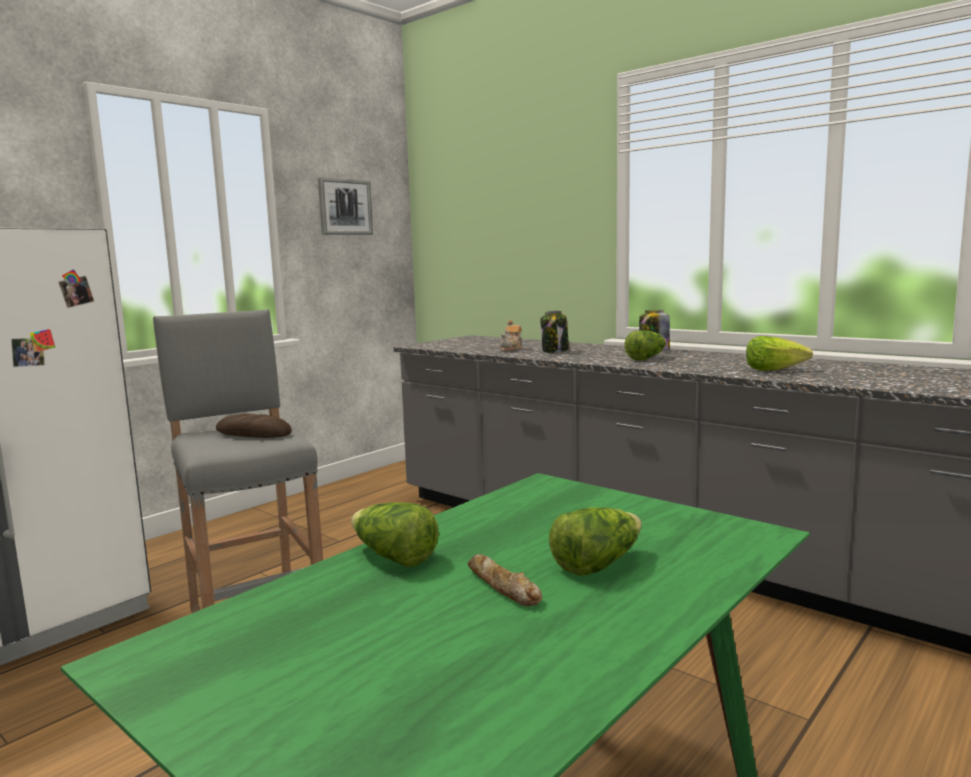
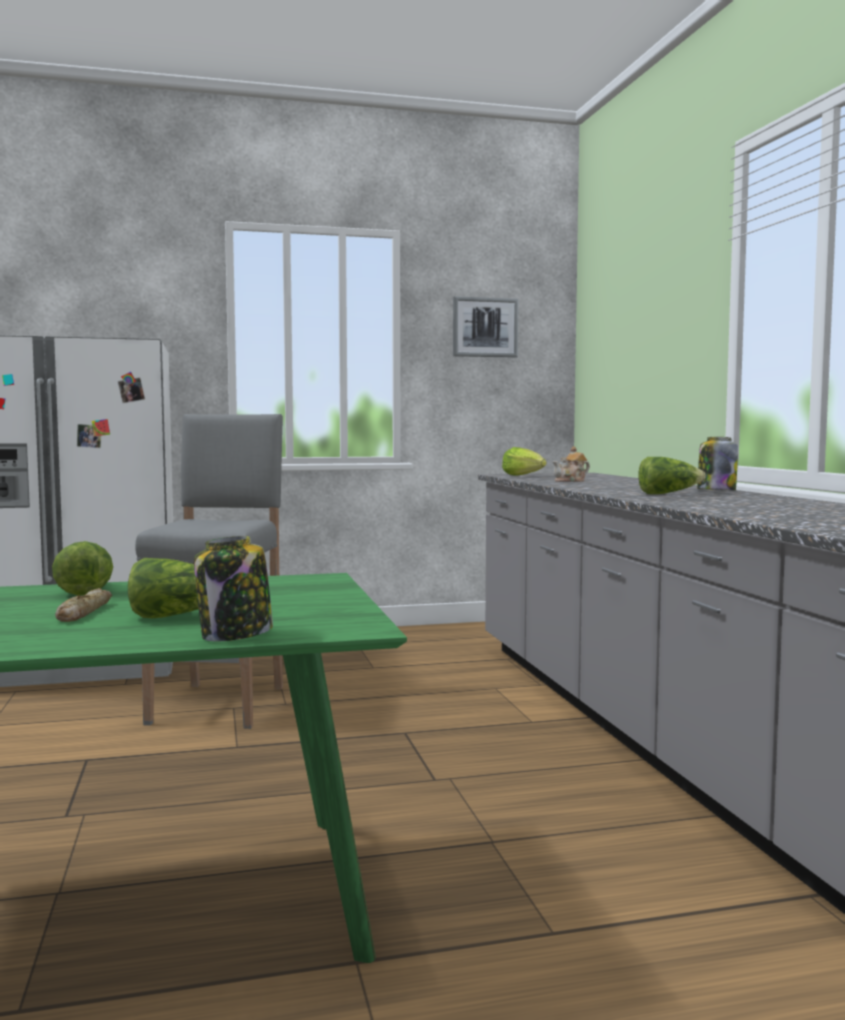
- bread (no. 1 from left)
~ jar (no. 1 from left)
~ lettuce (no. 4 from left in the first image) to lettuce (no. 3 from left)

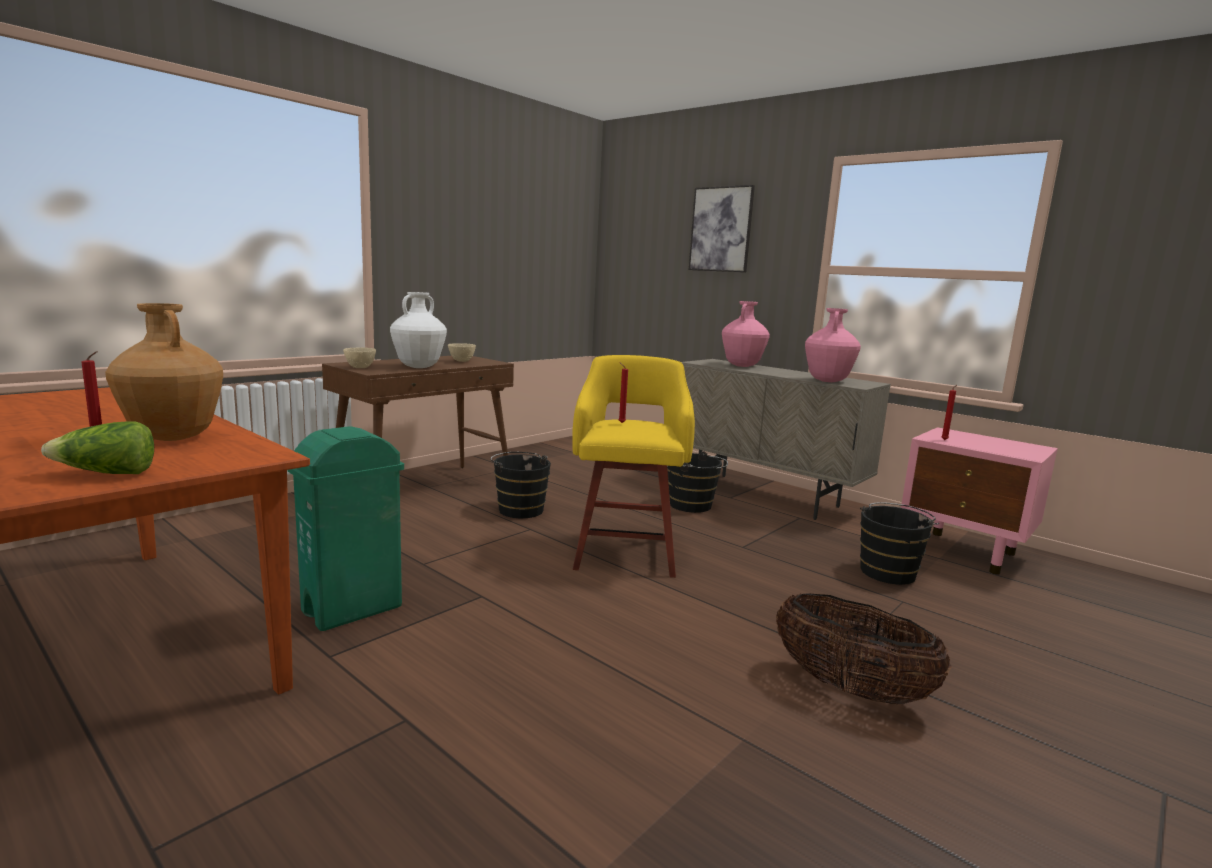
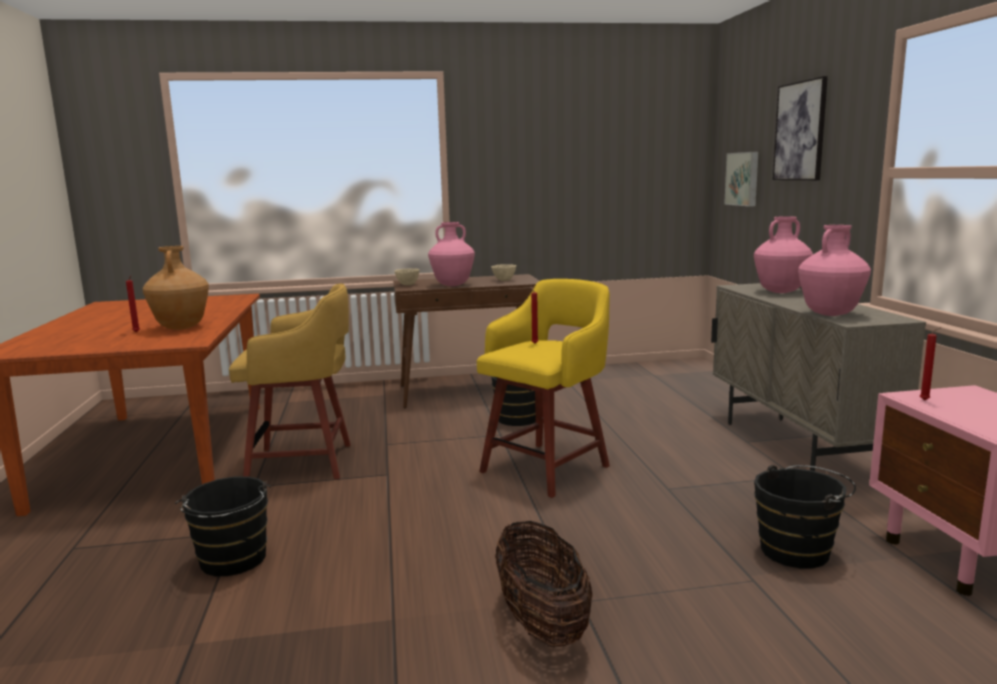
- lettuce
+ picture (no. 1 from left)
~ black bucket (no. 2 from left in the first image) to black bucket (no. 1 from left)
~ green trash can to yellow stool (no. 1 from left)
~ white vase to pink vase (no. 1 from left)

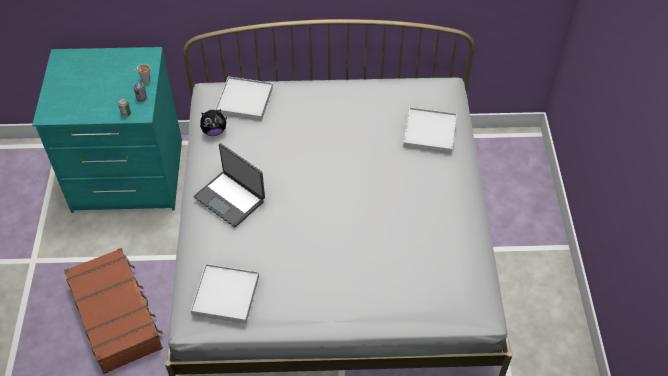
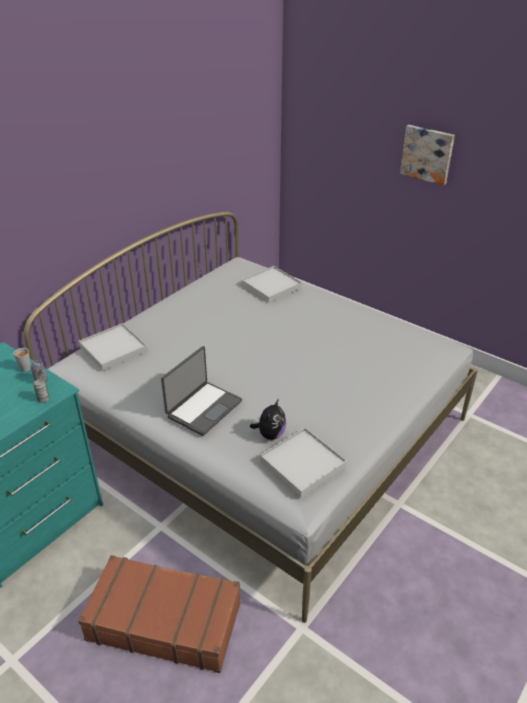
+ picture
~ plush toy
~ laptop 45 degrees counterclockwise

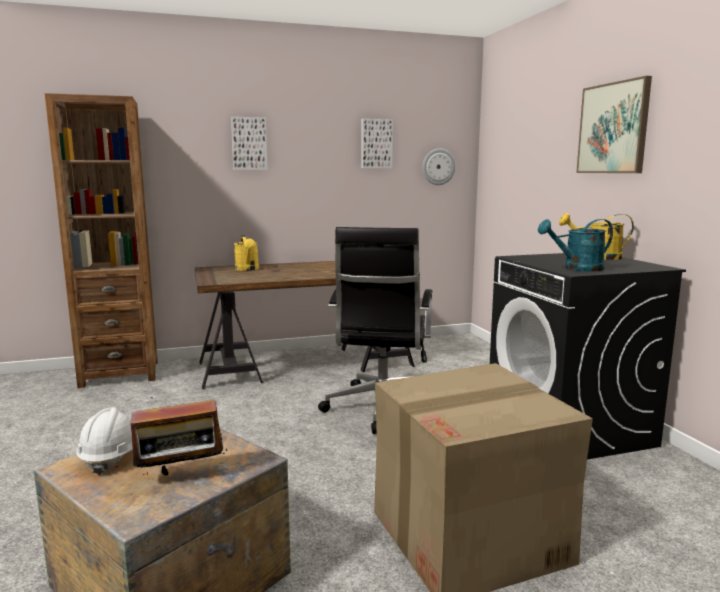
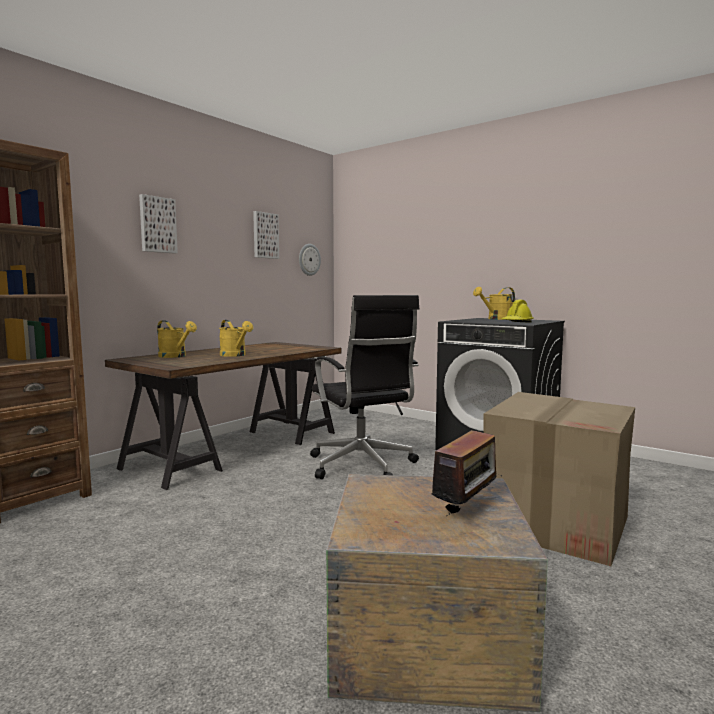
- white hard hat
- picture (no. 3 from left)
+ yellow watering can (no. 2 from left)
~ turquoise watering can to yellow hard hat

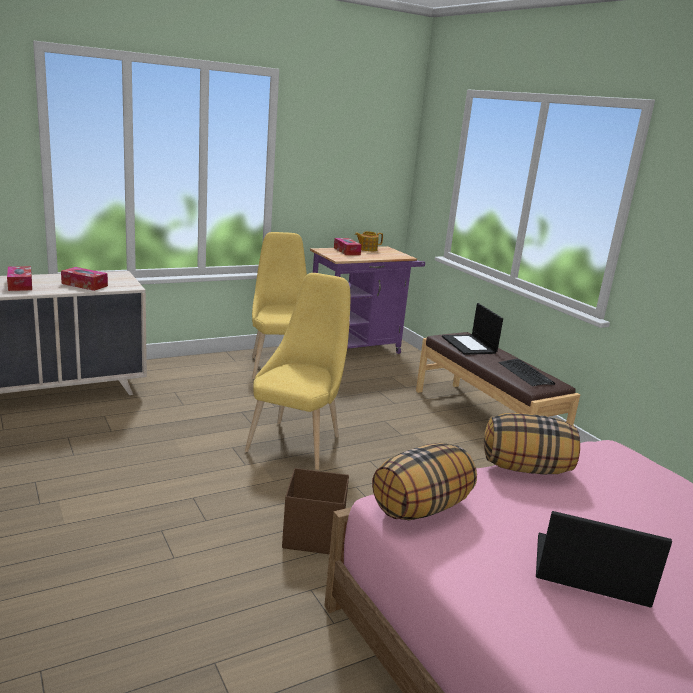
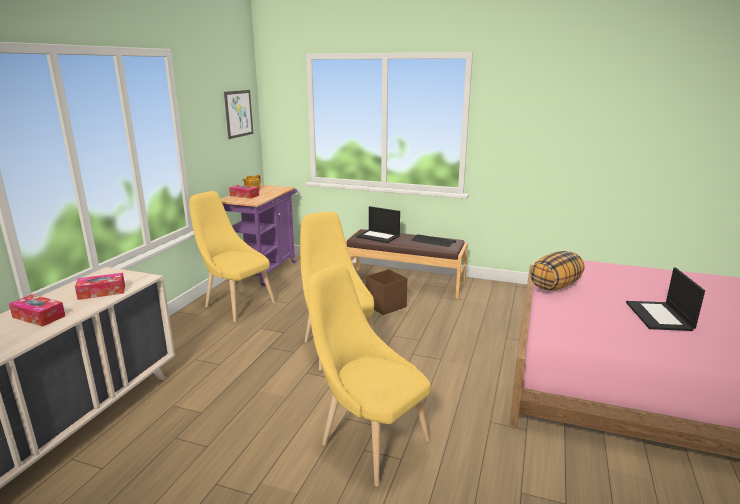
- pillow (no. 1 from left)
+ picture
+ yellow chair (no. 3 from left)
~ brown storage box
~ laptop (no. 2 from left) 60 degrees counterclockwise

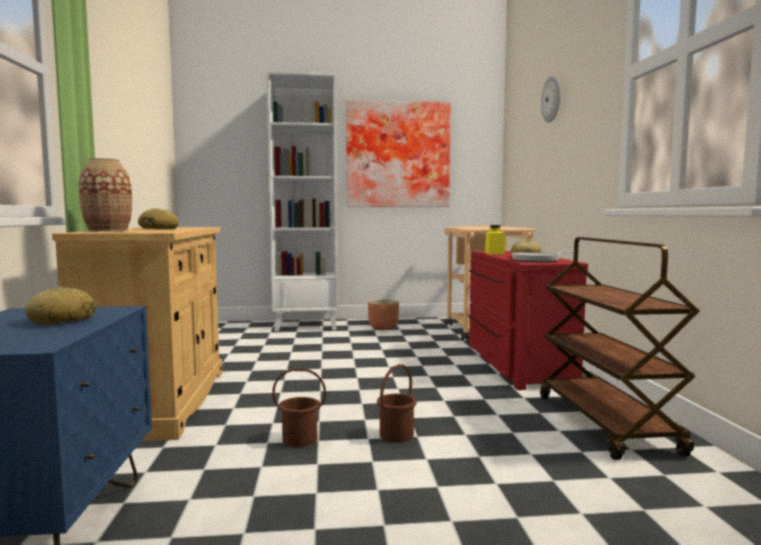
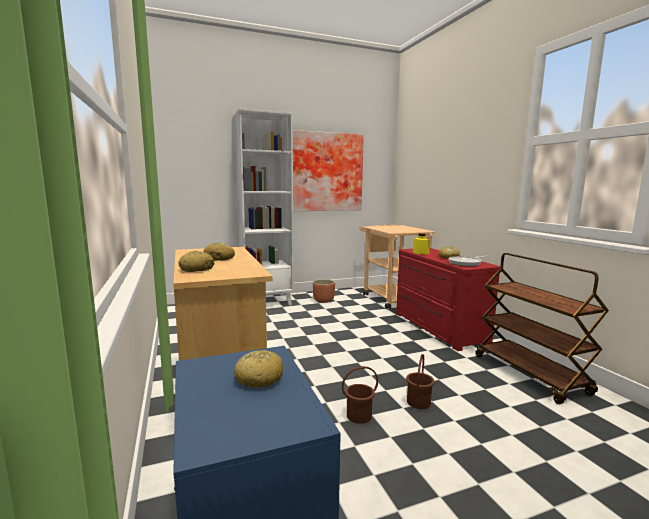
- wall clock
~ vase to bread (no. 1 from left)

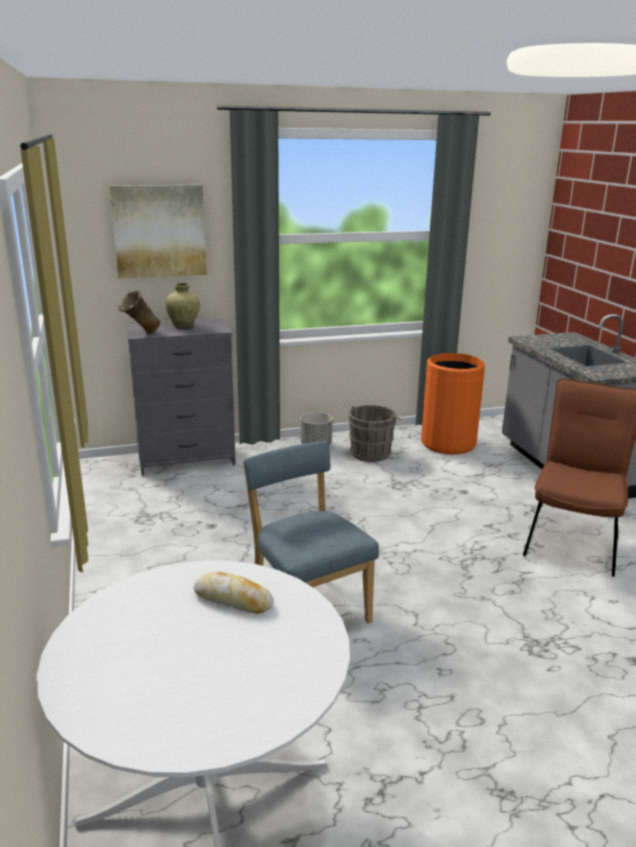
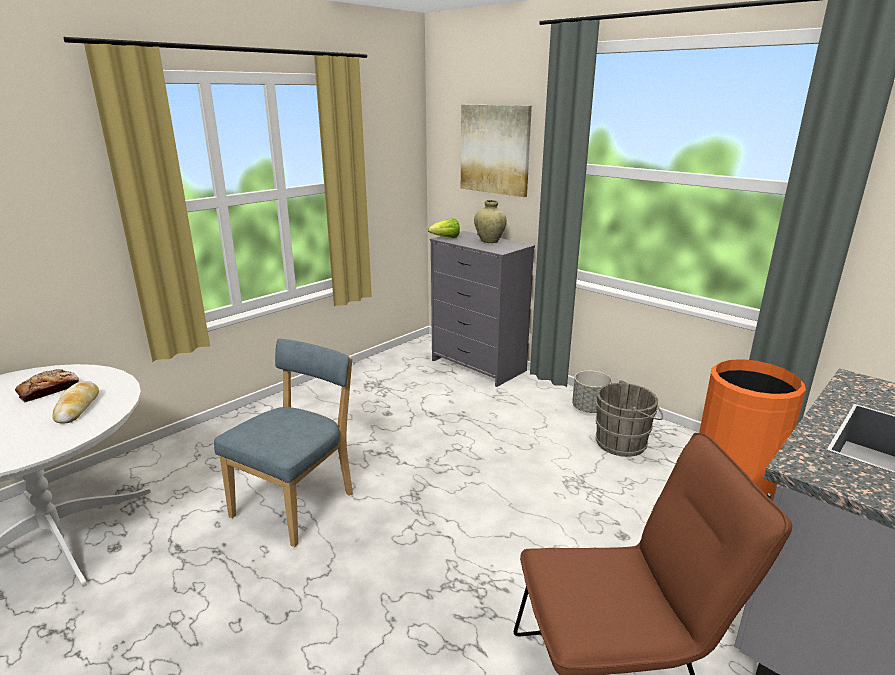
+ bread (no. 1 from left)
~ beige vase (no. 1 from left) to lettuce

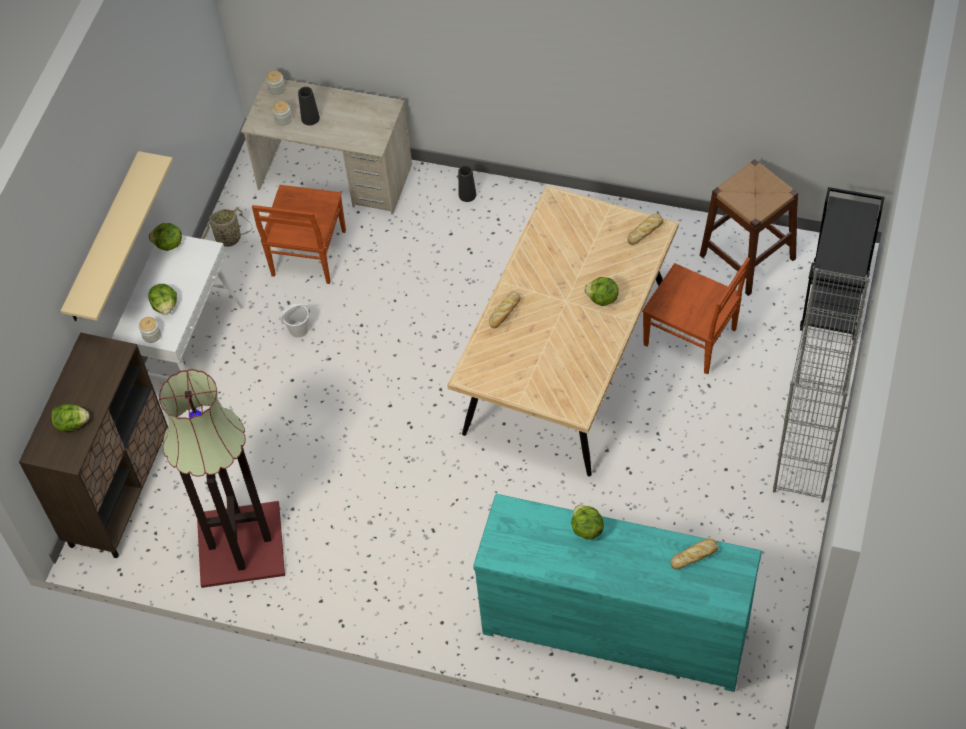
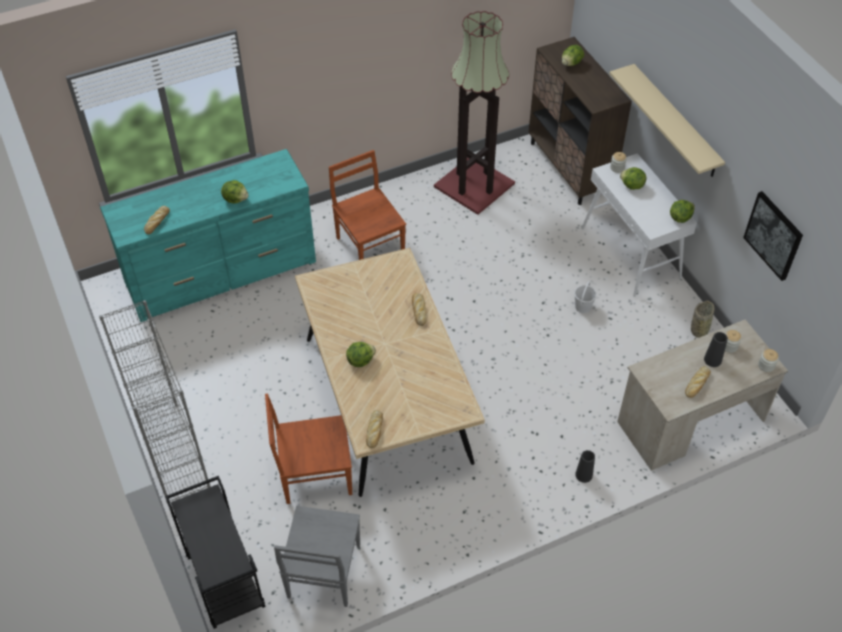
+ bread (no. 4 from left)
+ picture
~ brown chair (no. 1 from left in the first image) to brown chair (no. 2 from left)
~ brown stool to grey chair

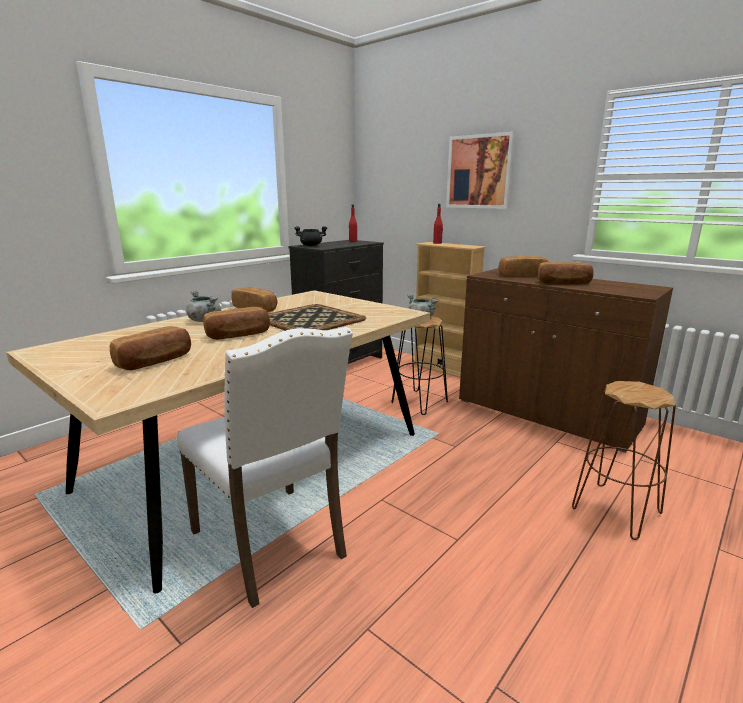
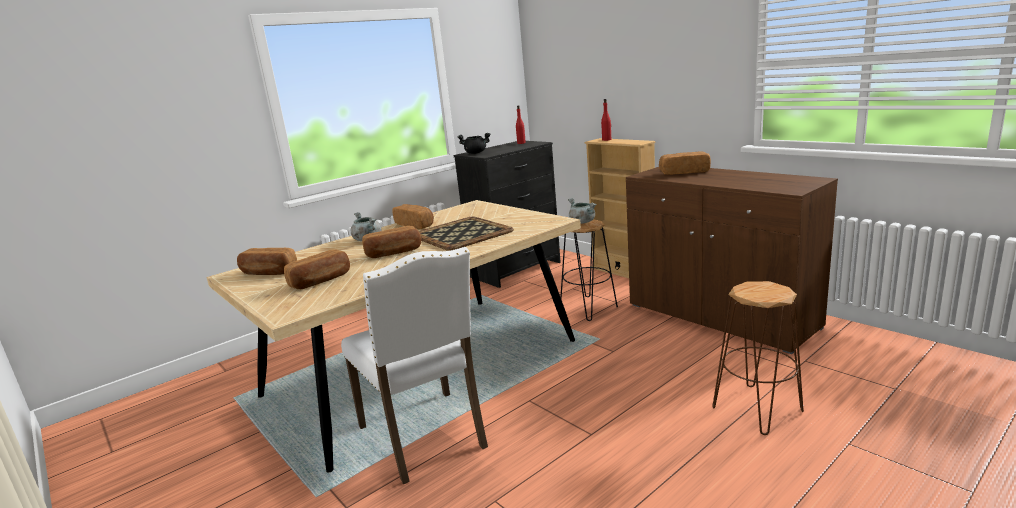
- picture
~ bread (no. 5 from left in the first image) to bread (no. 1 from left)

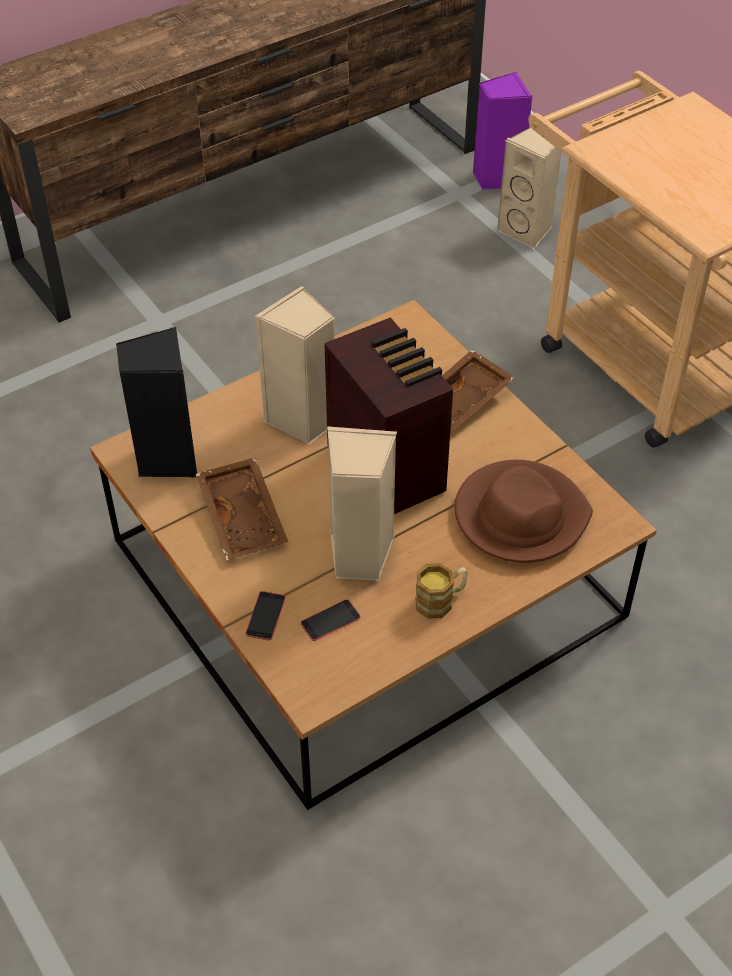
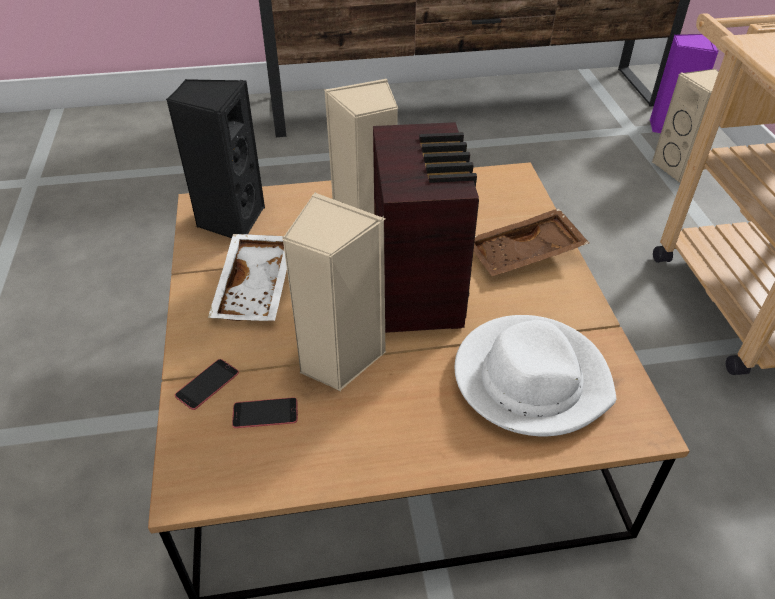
- mug
~ brown tray (no. 1 from left) to white tray
~ brown hat to white hat

